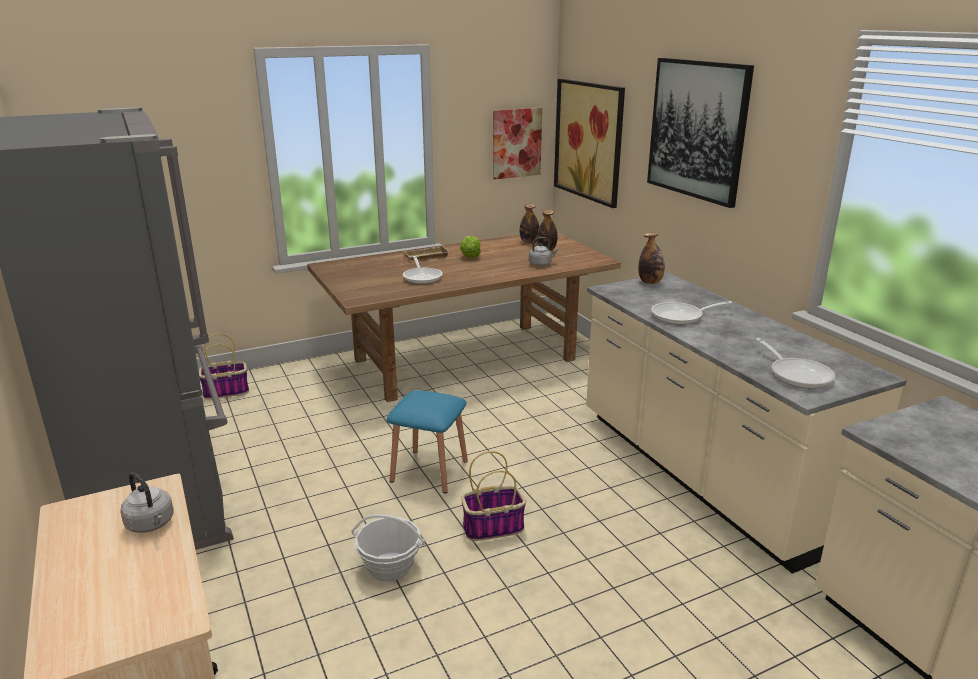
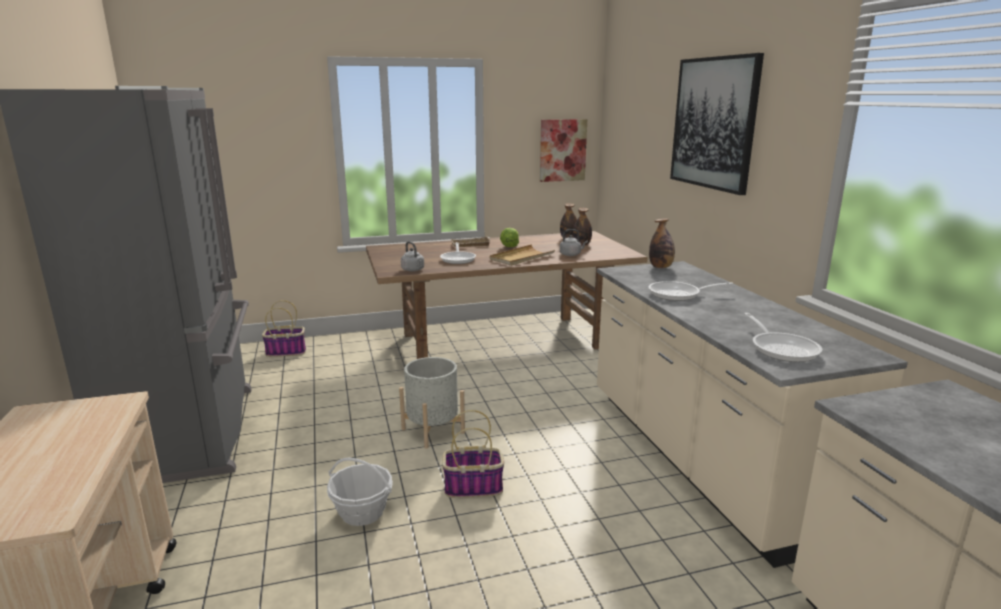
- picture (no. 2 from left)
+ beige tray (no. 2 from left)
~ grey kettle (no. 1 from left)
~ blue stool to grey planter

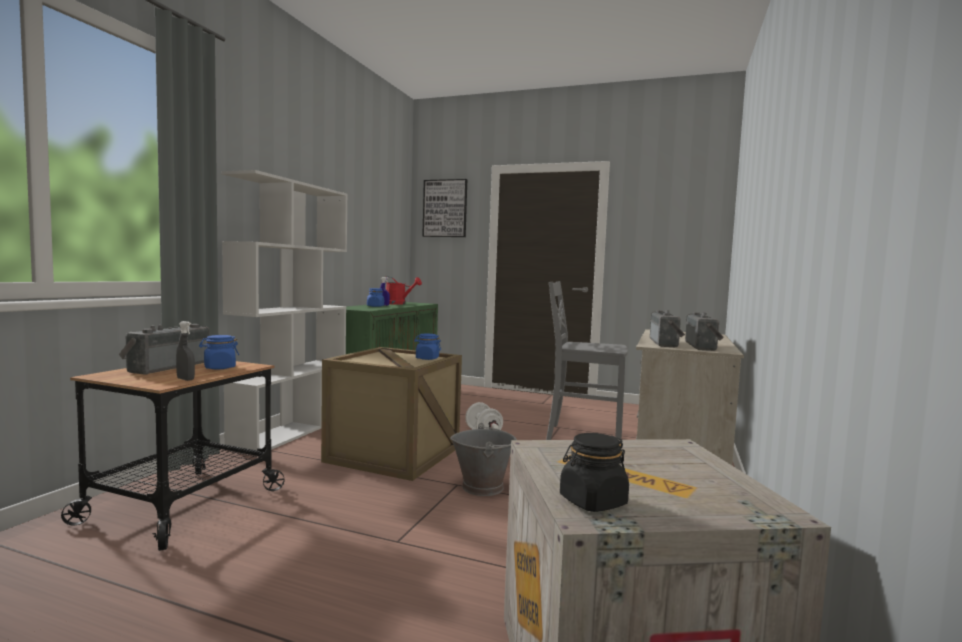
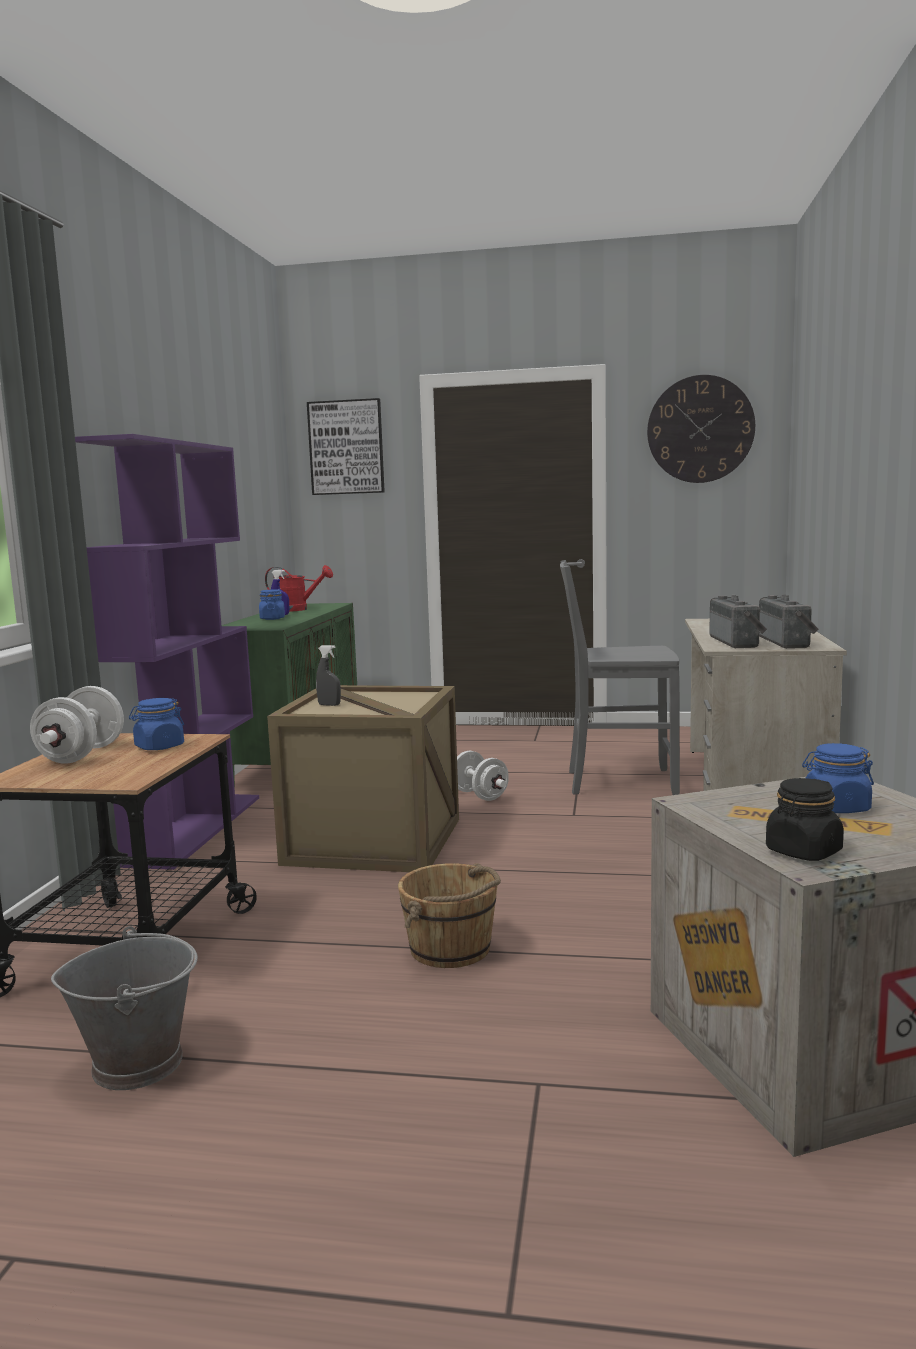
+ brown bucket
+ wall clock
~ grey spray bottle
~ blue jar (no. 3 from left)
~ grey bucket
~ radio (no. 1 from left) to white dumbbell (no. 1 from left)
~ white bookcase to purple bookcase

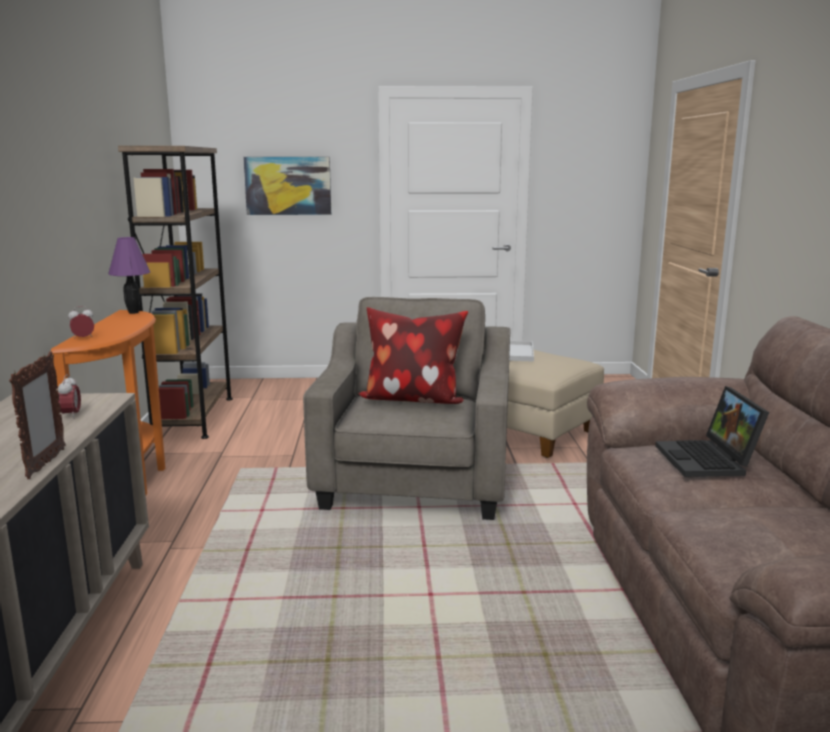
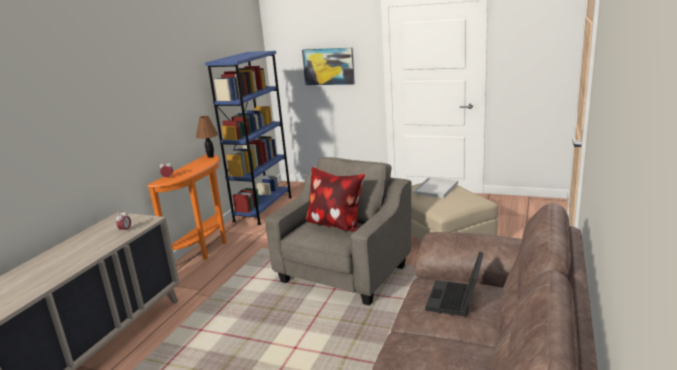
- picture frame
~ purple table lamp to brown table lamp
~ brown bookcase to blue bookcase

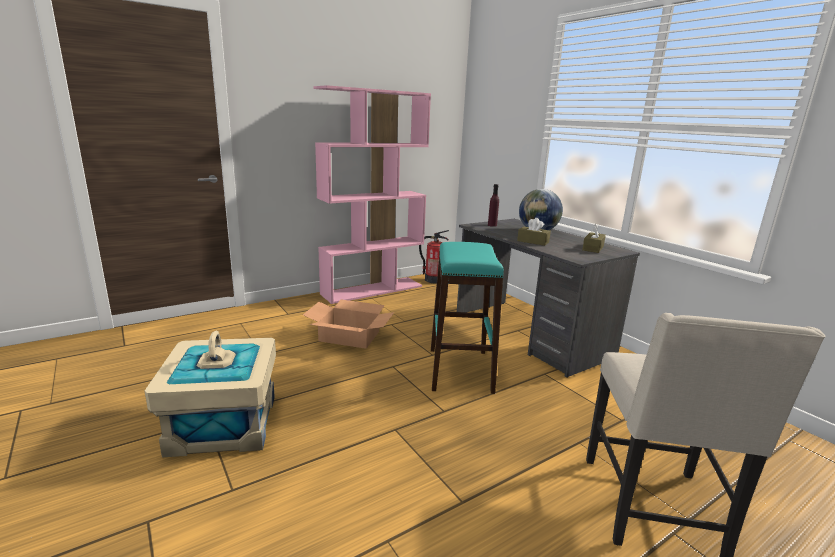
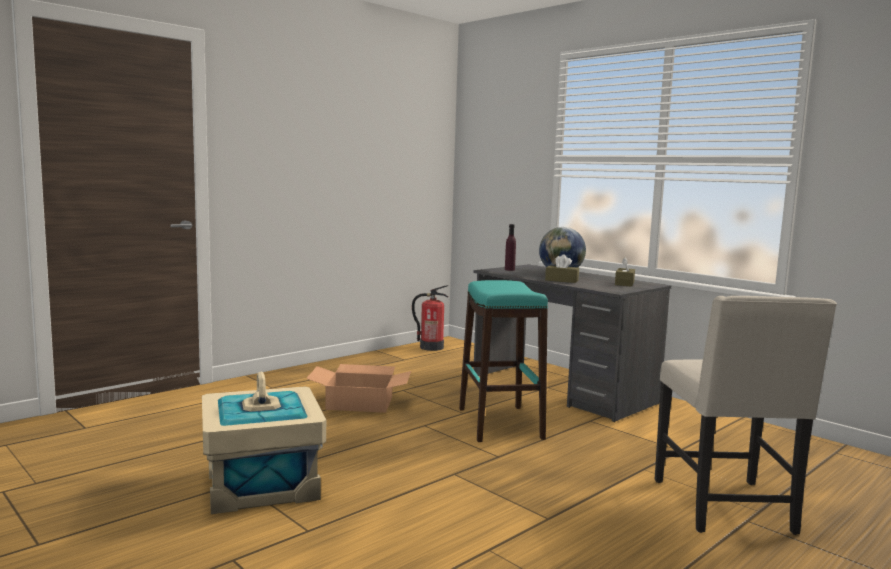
- pink bookcase

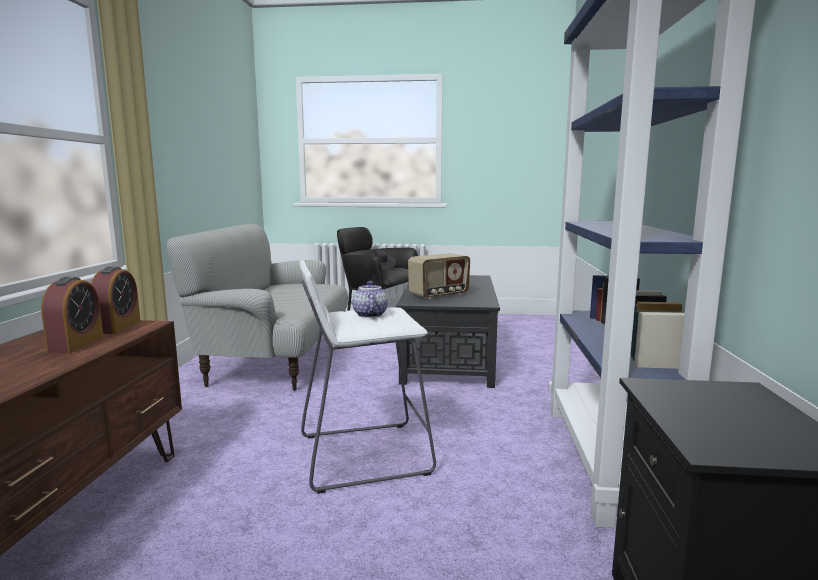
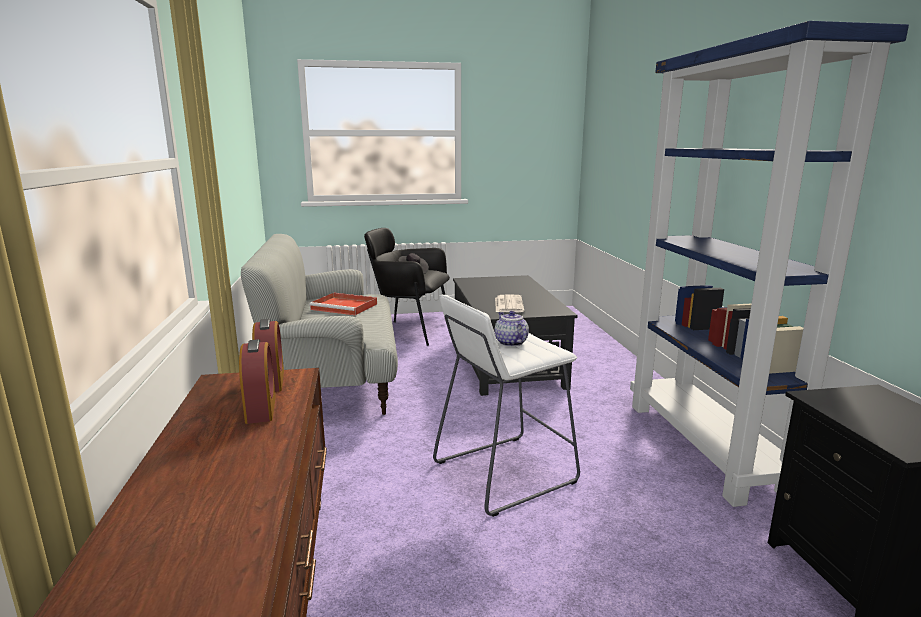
+ red tray
~ radio to newspaper

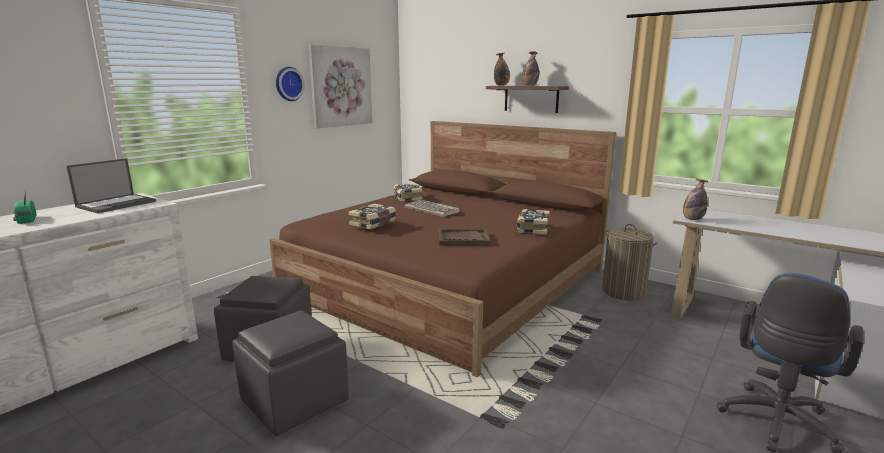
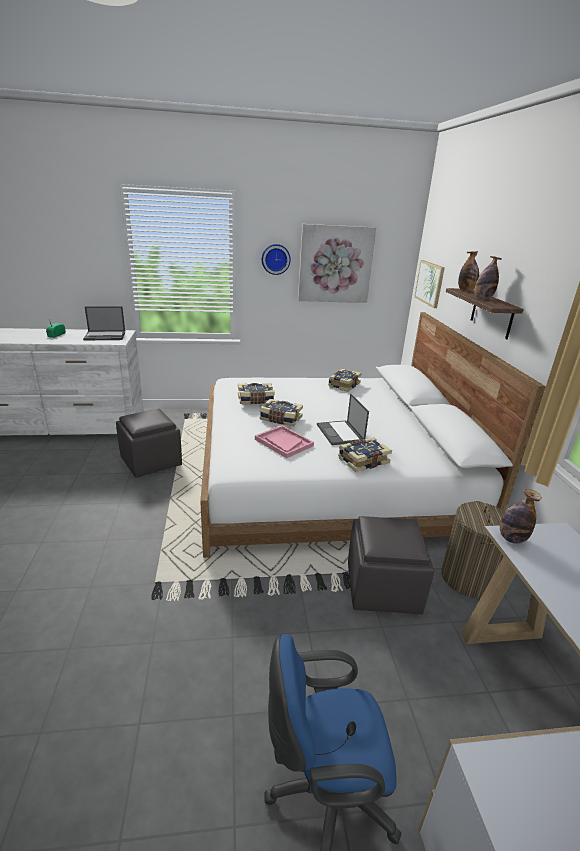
- keyboard
+ book (no. 2 from left)
+ laptop (no. 2 from left)
+ picture (no. 2 from left)
~ grey ottoman (no. 2 from left)
~ brown bed to white bed
~ brown tray to pink tray

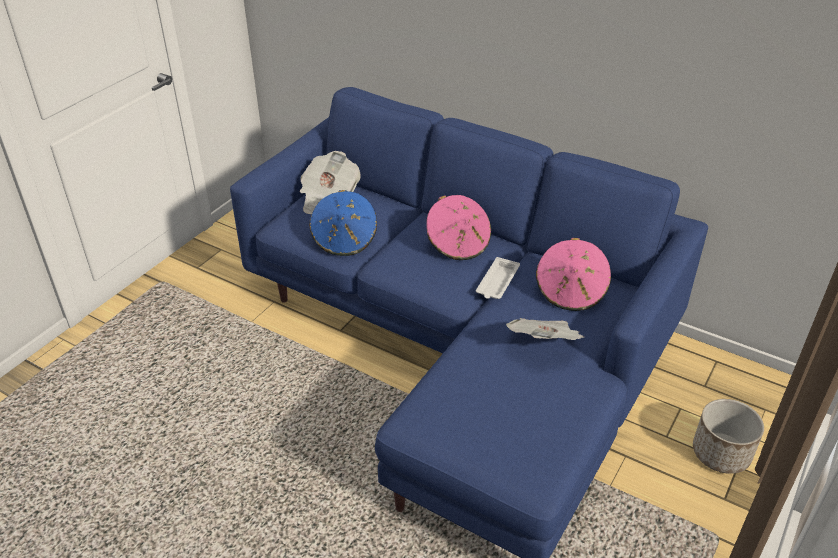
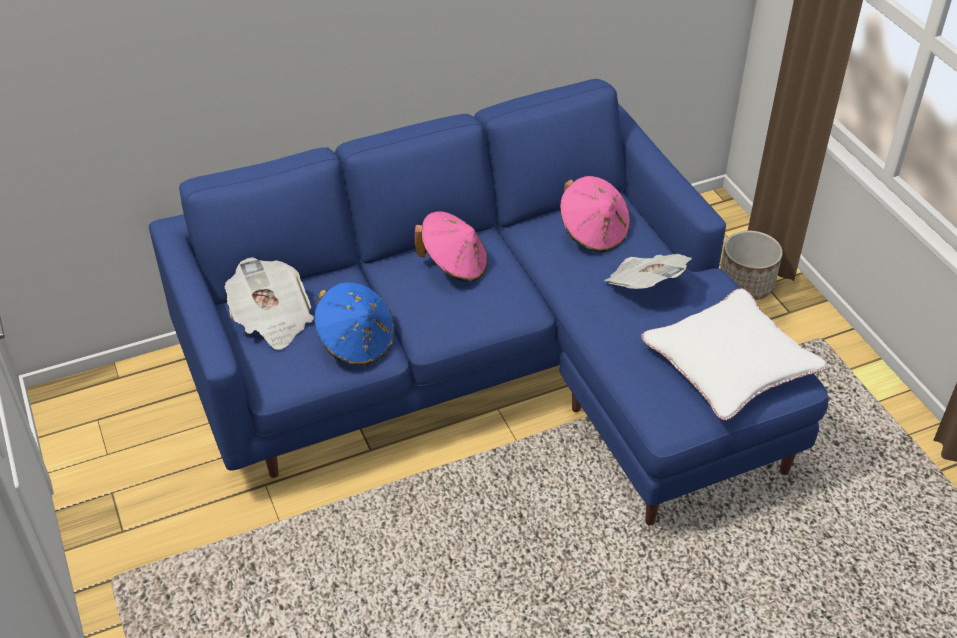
- white tray
+ white pillow

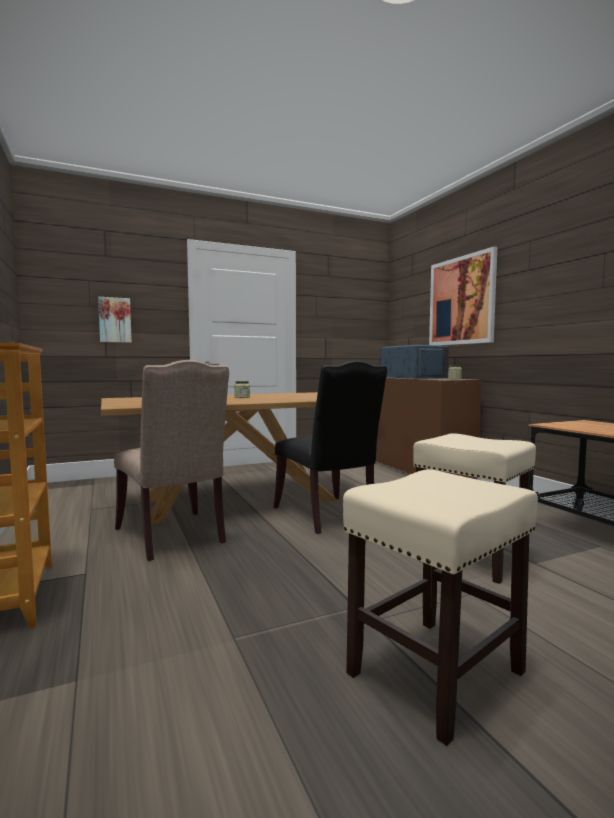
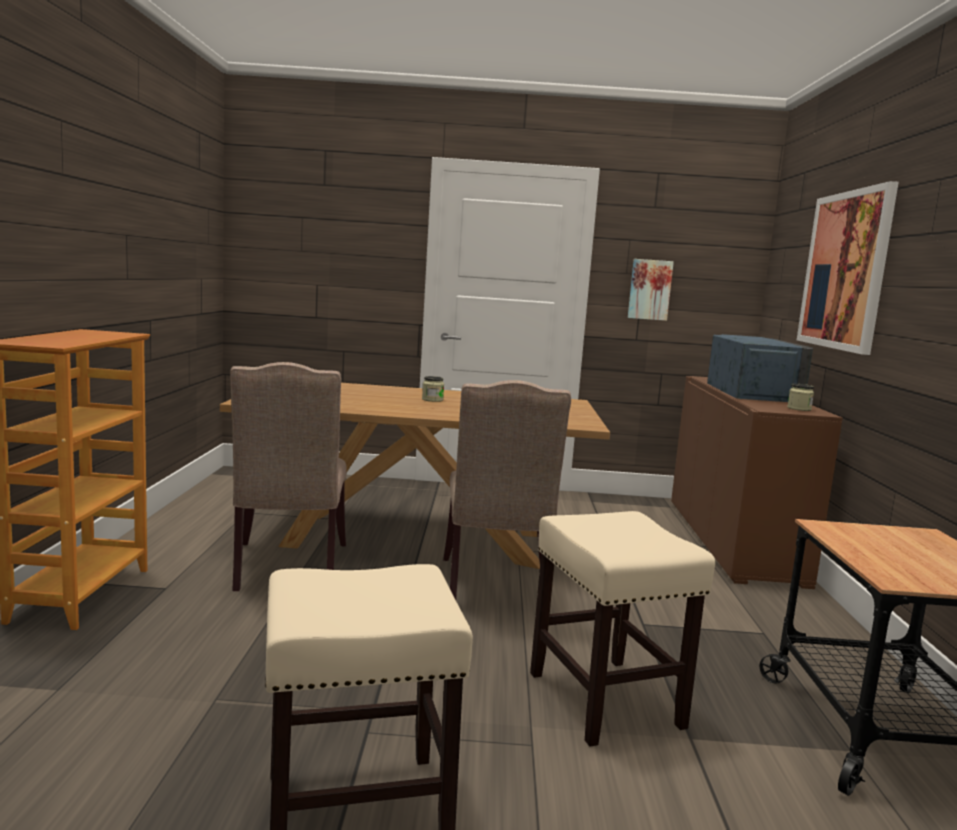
~ picture (no. 1 from left)
~ black chair to beige chair (no. 2 from left)

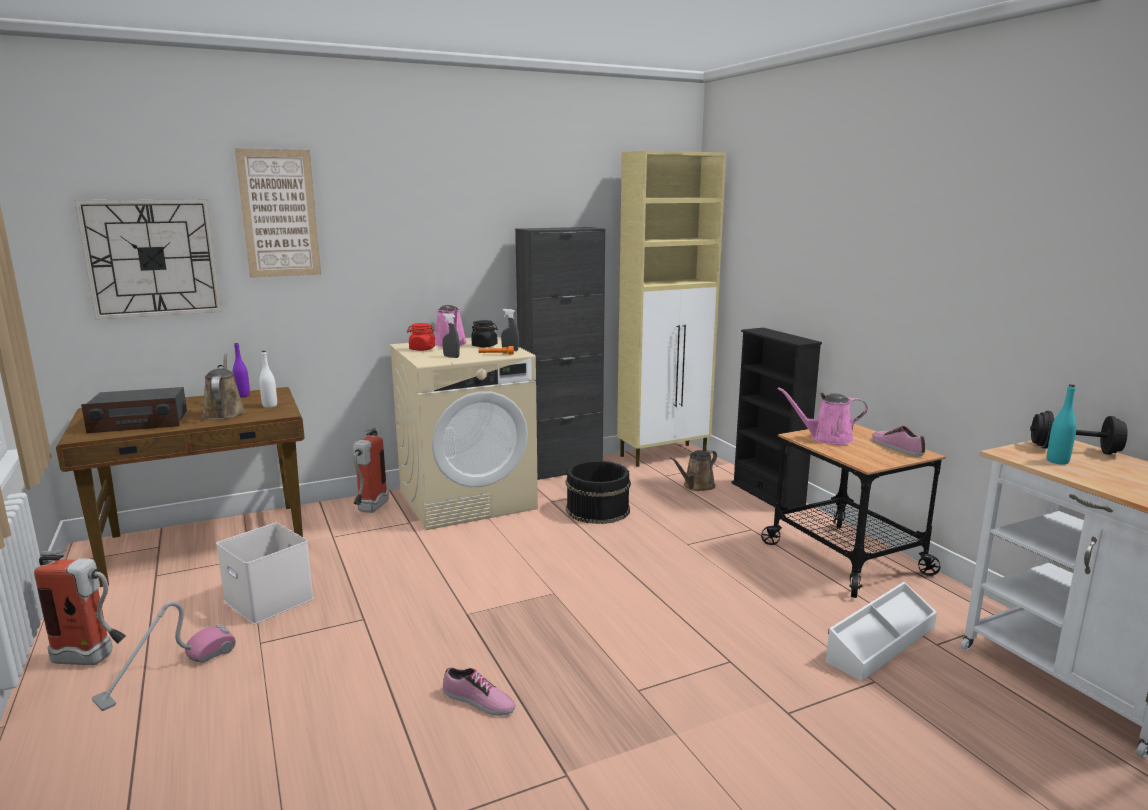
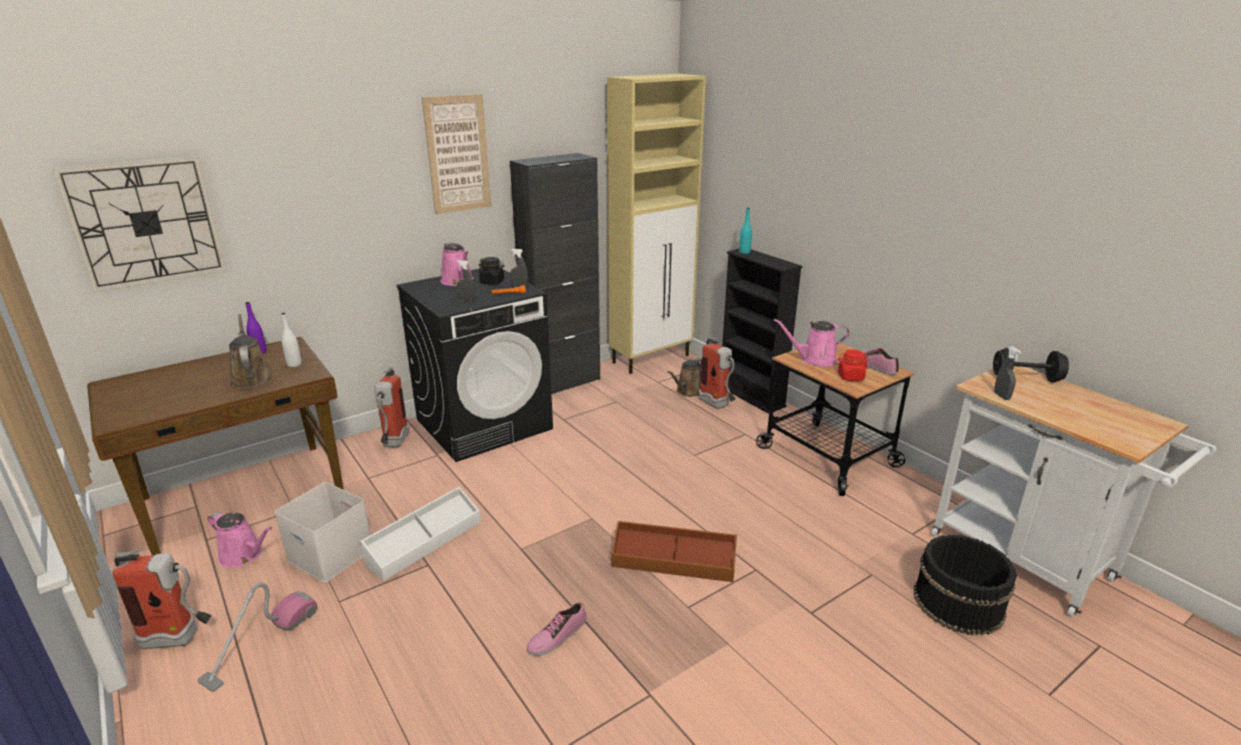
- radio
+ pink watering can (no. 1 from left)
+ brown storage box
+ fire extinguisher (no. 3 from left)
+ grey spray bottle (no. 3 from left)
~ picture
~ red jar
~ black bucket
~ white storage box (no. 2 from left)
~ turquoise bottle
~ beige washing machine to black washing machine
~ shoe (no. 1 from left) 120 degrees clockwise

